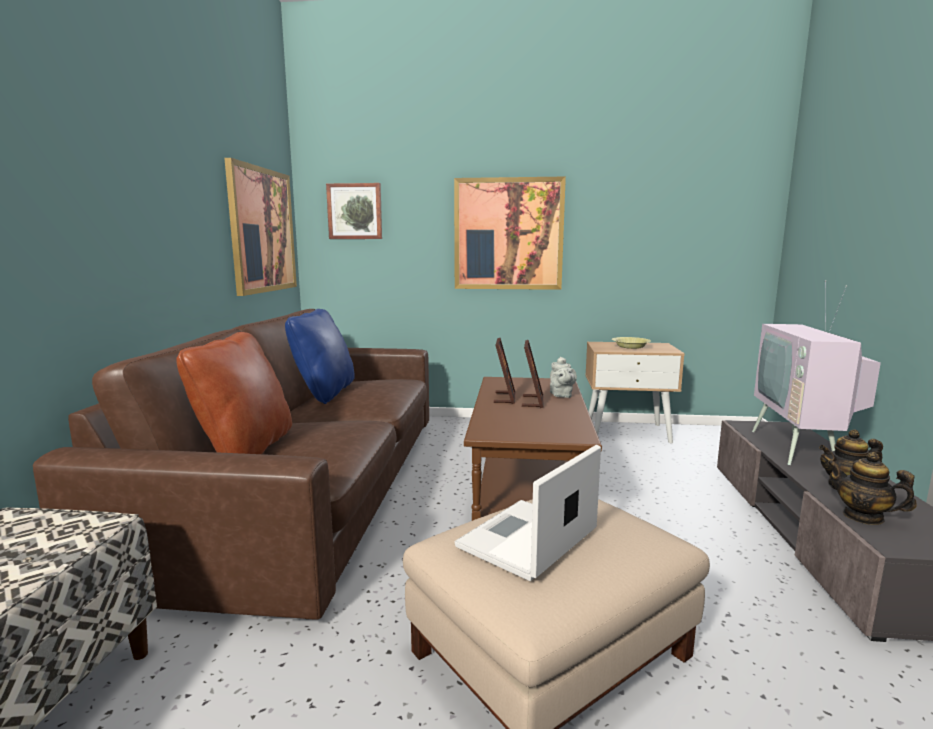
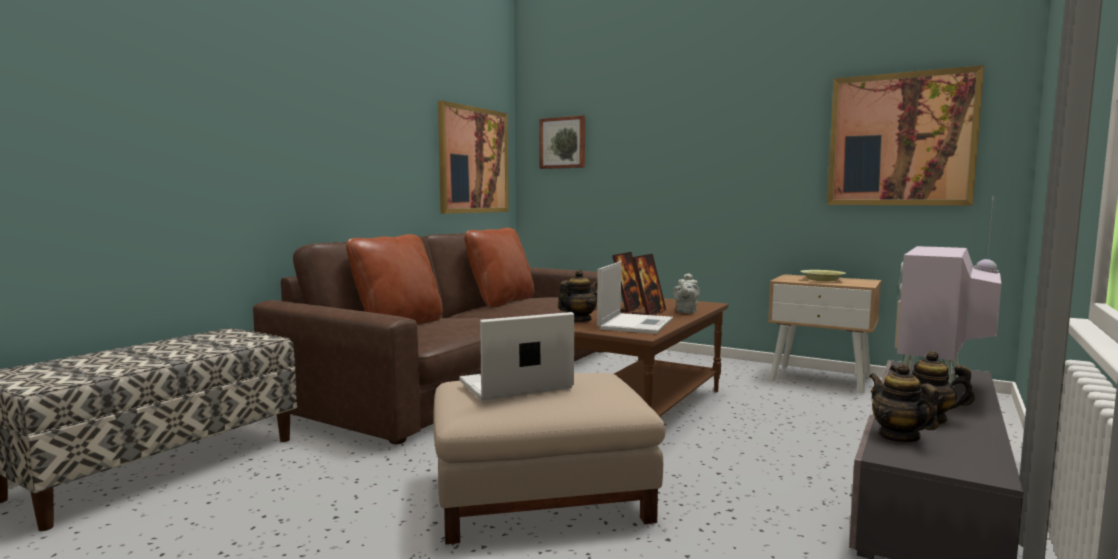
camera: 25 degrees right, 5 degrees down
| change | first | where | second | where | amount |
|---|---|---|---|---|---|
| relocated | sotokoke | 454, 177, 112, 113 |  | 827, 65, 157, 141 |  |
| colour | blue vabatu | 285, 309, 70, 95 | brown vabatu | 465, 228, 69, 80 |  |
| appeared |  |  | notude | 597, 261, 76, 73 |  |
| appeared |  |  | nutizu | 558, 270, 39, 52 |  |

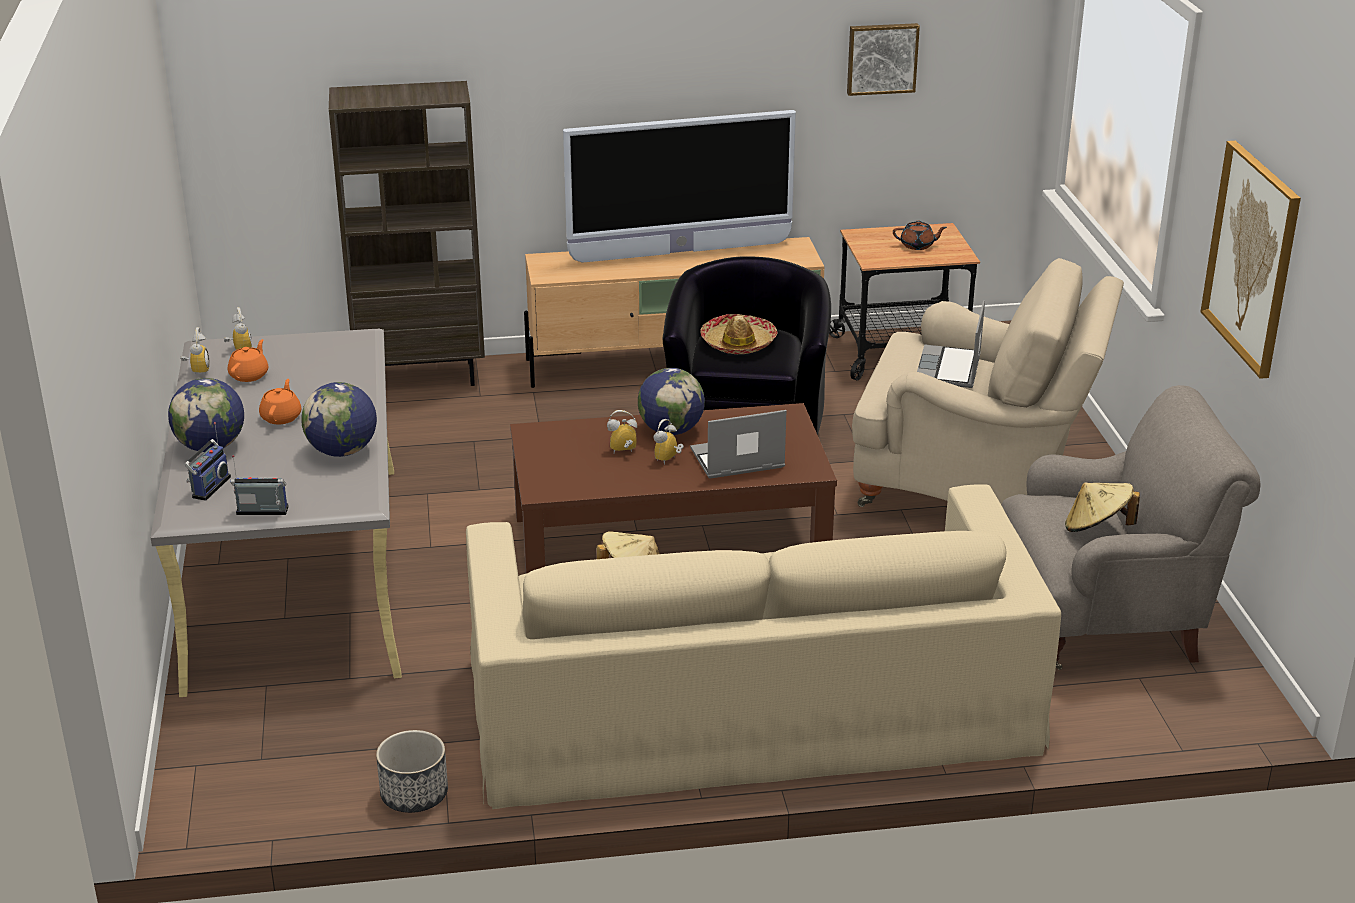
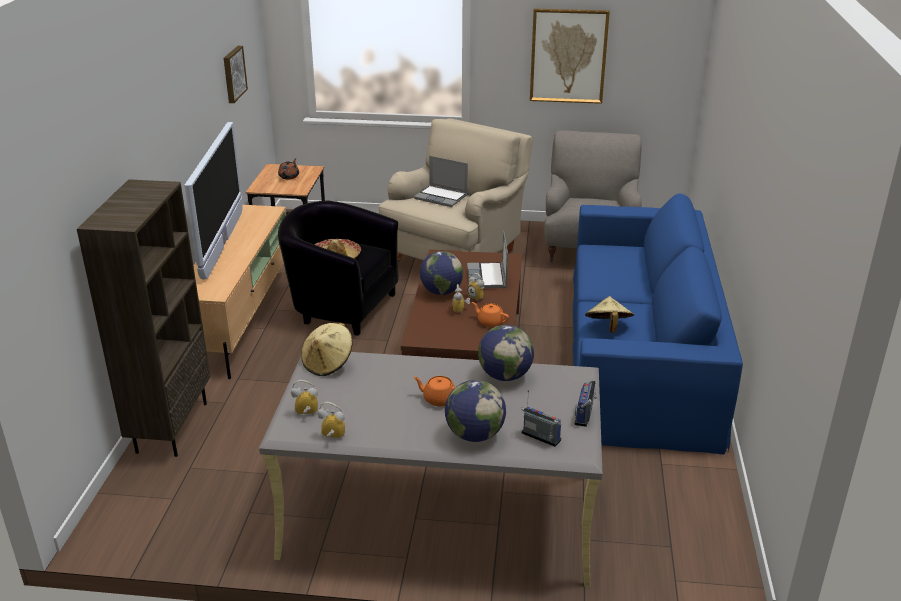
camera: 75 degrees left, 0 degrees up
| change | first | where | second | where | amount |
|---|---|---|---|---|---|
| relocated | orange nutizu | 228, 339, 40, 43 |  | 472, 302, 37, 25 |  |
| relocated | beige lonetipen | 1065, 482, 75, 50 |  | 301, 323, 52, 53 |  |
| colour | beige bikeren | 466, 485, 595, 324 | blue bikeren | 573, 193, 170, 262 |  |
| missing | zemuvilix | 376, 730, 72, 83 |  |  |  |

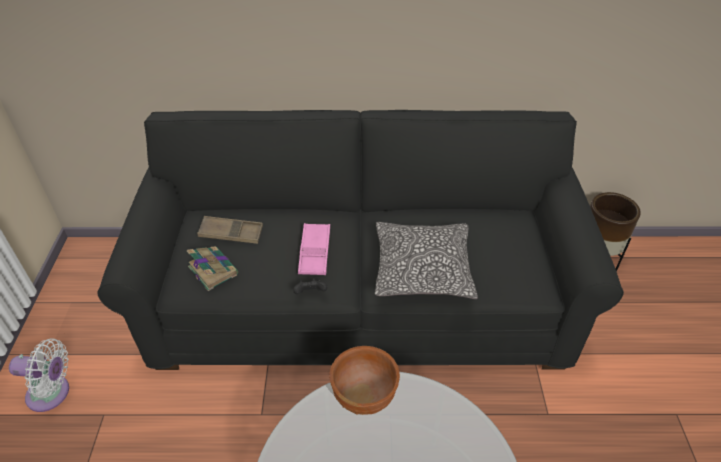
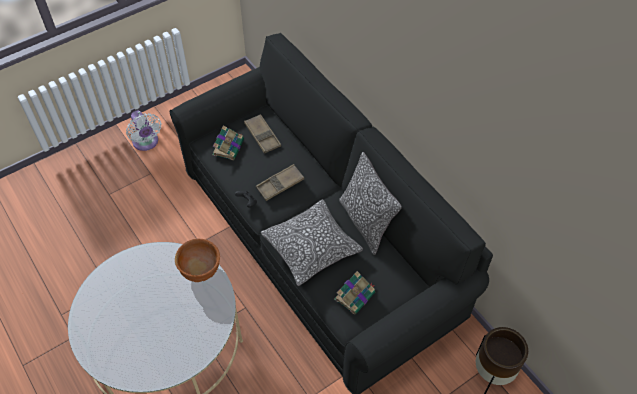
camera: 55 degrees right, 10 degrees up
| change | first | where | second | where | amount |
|---|---|---|---|---|---|
| colour | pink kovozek | 298, 223, 32, 52 | brown kovozek | 256, 164, 48, 37 |  |
| appeared |  |  | vabatu | 339, 152, 63, 103 |  |
| appeared |  |  | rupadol | 334, 271, 41, 43 |  |

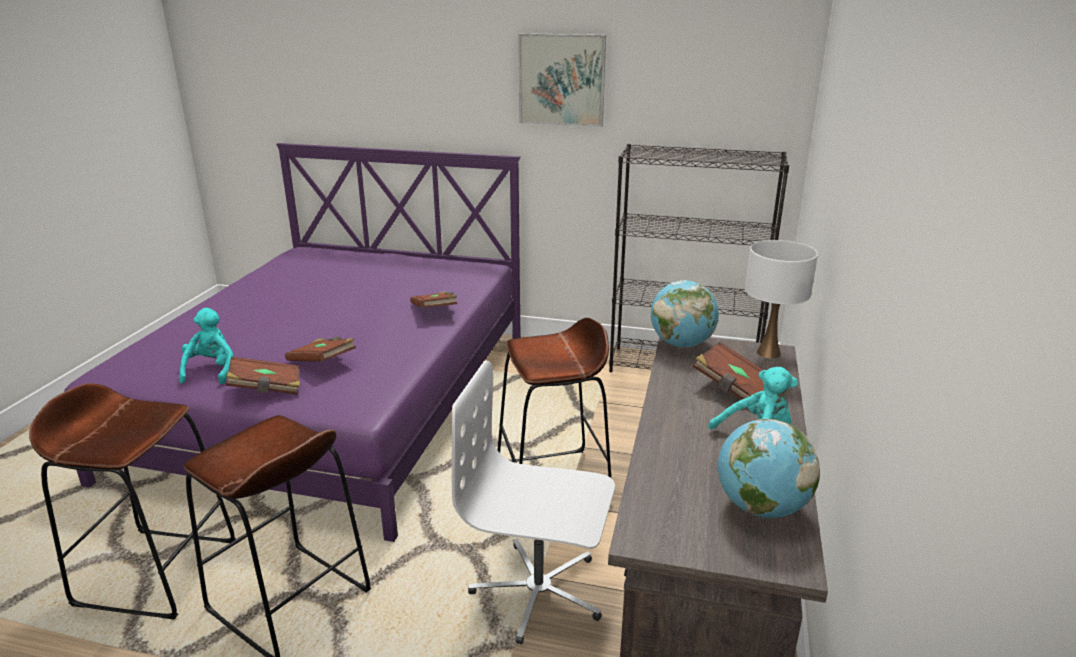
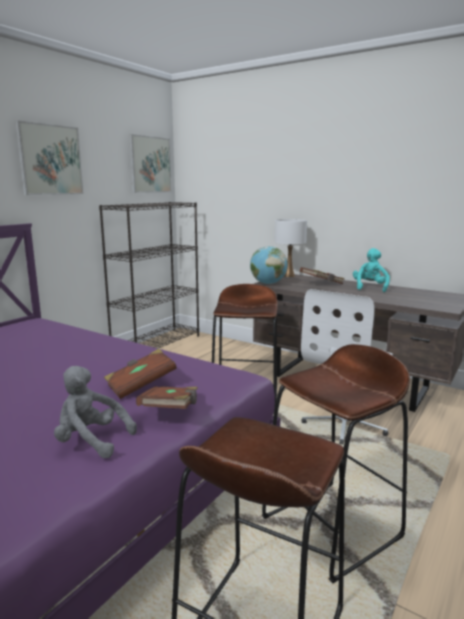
camera: 70 degrees left, 10 degrees down
| change | first | where | second | where | amount |
|---|---|---|---|---|---|
| missing | brown rupadol | 410, 291, 47, 17 |  |  |  |
| colour | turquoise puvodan | 179, 308, 55, 76 | grey puvodan | 54, 366, 83, 92 |  |
| missing | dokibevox | 718, 419, 102, 99 |  |  |  |
| appeared |  |  | sotokoke | 129, 134, 42, 59 |  |

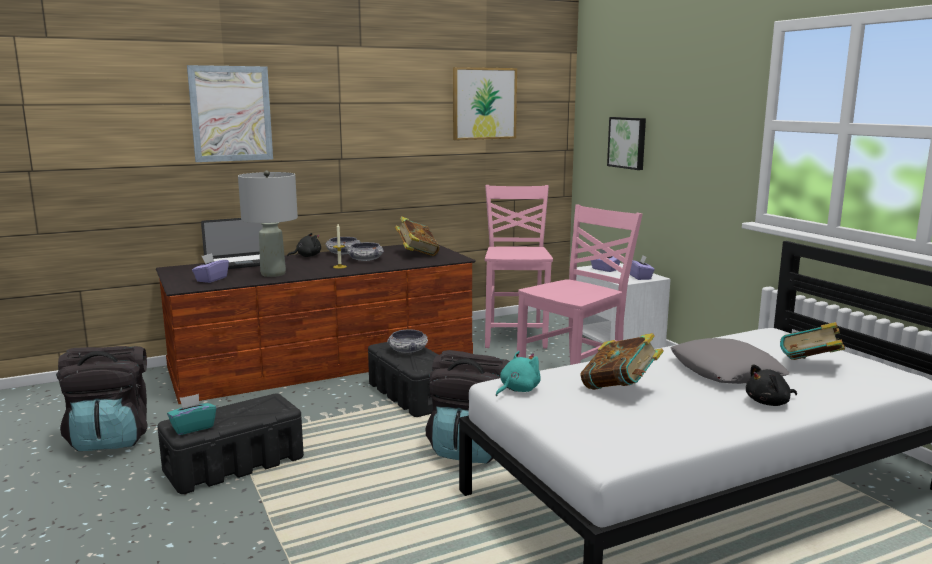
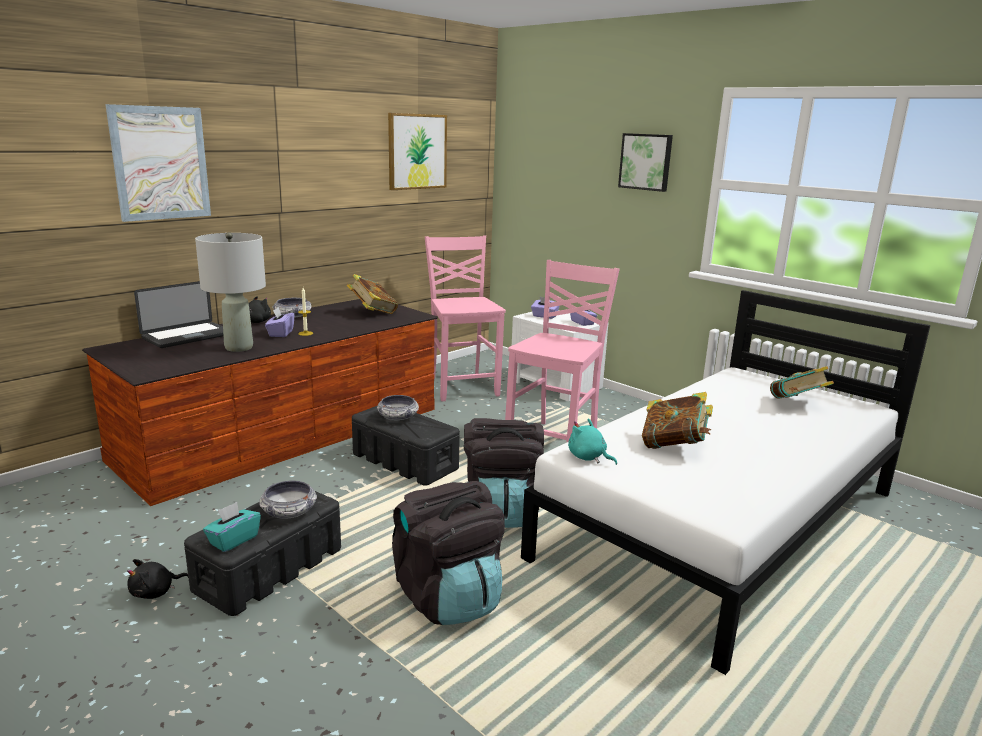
camera: 20 degrees left, 5 degrees up
| change | first | where | second | where | amount |
|---|---|---|---|---|---|
| relocated | sotokoke | 607, 117, 39, 53 |  | 618, 133, 55, 59 |  |
| relocated | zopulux | 347, 242, 37, 19 |  | 259, 480, 58, 39 |  |
| relocated | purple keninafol | 192, 253, 37, 30 |  | 265, 307, 29, 30 |  |
| missing | grey vabatu | 670, 338, 120, 46 |  |  |  |
| relocated | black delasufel | 56, 346, 91, 105 |  | 392, 481, 113, 144 |  |
| spun | turquoise puvodan | 496, 351, 45, 45 |  | 568, 418, 49, 47 | 75 degrees counterclockwise |
| relocated | black puvodan | 746, 365, 51, 41 |  | 127, 559, 61, 40 |  |

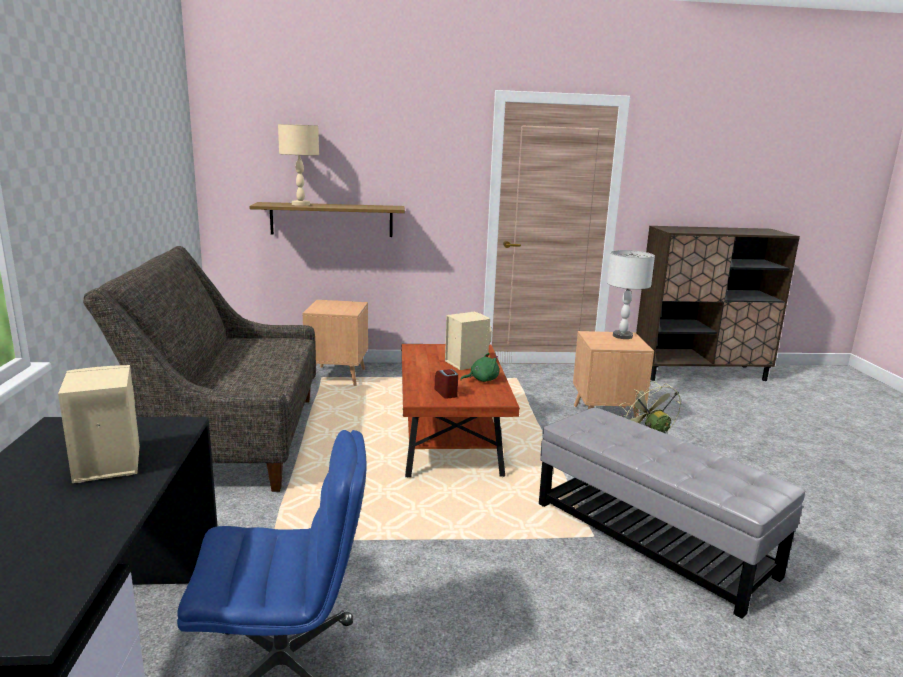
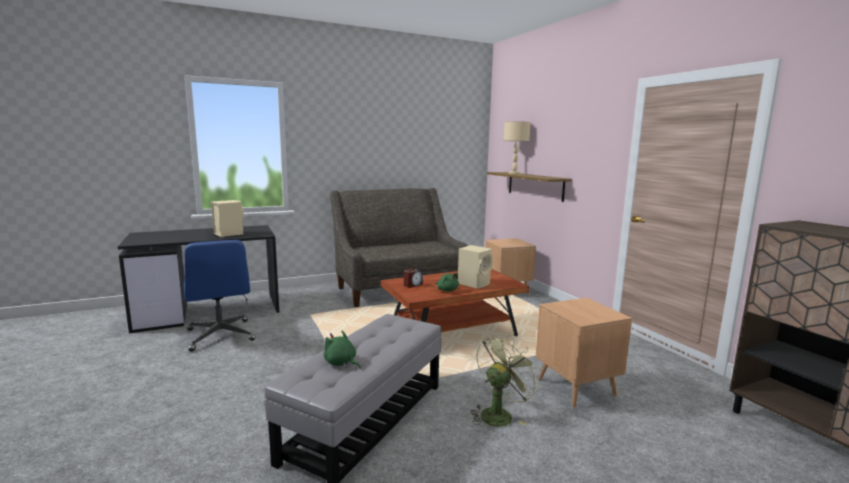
camera: 70 degrees right, 5 degrees down
| change | first | where | second | where | amount |
|---|---|---|---|---|---|
| missing | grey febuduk | 607, 250, 48, 89 |  |  |  |
| appeared |  |  | green puvodan | 324, 331, 36, 38 |  |

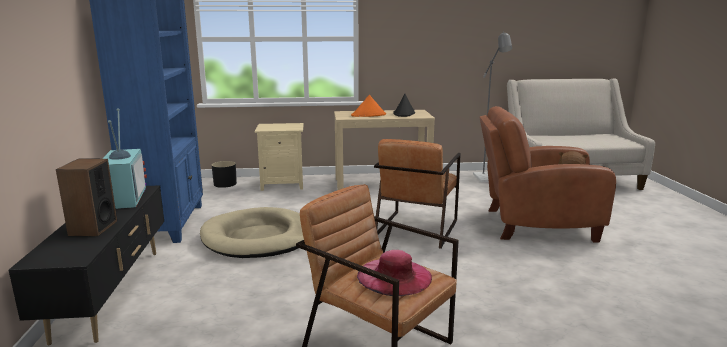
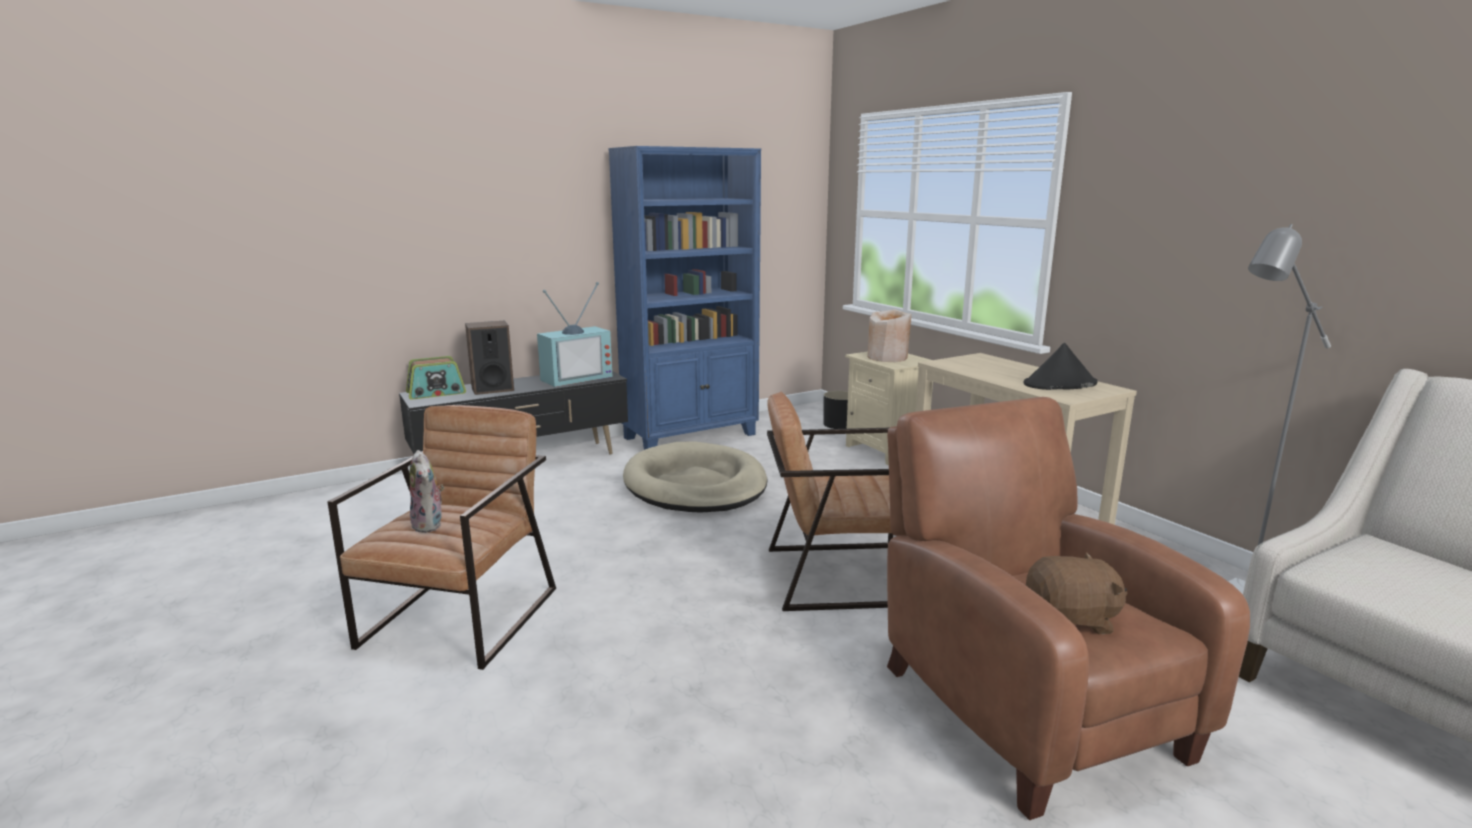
camera: 65 degrees right, 0 degrees up
| change | first | where | second | where | amount |
|---|---|---|---|---|---|
| missing | orange lonetipen | 351, 95, 35, 22 |  |  |  |
| exchanged | pink lonetipen | 357, 250, 75, 46 | puvodan | 410, 450, 34, 83 |  |
| appeared |  |  | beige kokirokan | 867, 309, 45, 53 |  |
| appeared |  |  | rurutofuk | 406, 356, 60, 44 |  |

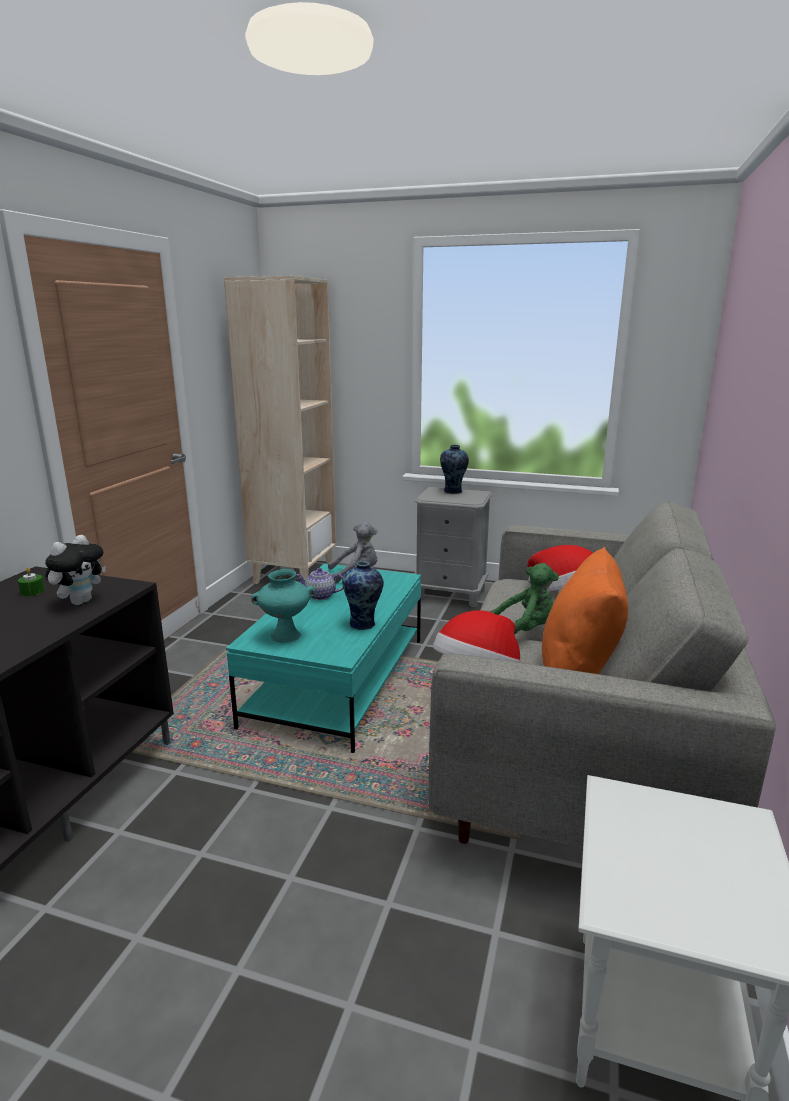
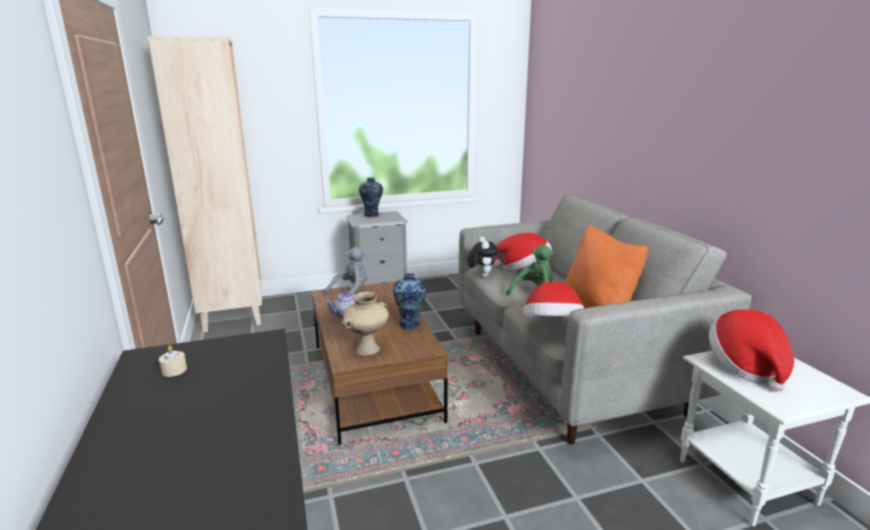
camera: 35 degrees left, 0 degrees up
| change | first | where | second | where | amount |
|---|---|---|---|---|---|
| relocated | puvodan | 45, 535, 61, 70 |  | 467, 237, 31, 40 |  |
| colour | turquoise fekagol | 226, 563, 195, 190 | brown fekagol | 312, 281, 136, 163 |  |
| colour | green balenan | 18, 568, 27, 28 | beige balenan | 159, 345, 28, 32 |  |
| colour | turquoise kokirokan | 251, 569, 64, 74 | beige kokirokan | 342, 292, 47, 64 |  |
| appeared |  |  | lonetipen | 709, 309, 85, 82 |  |

